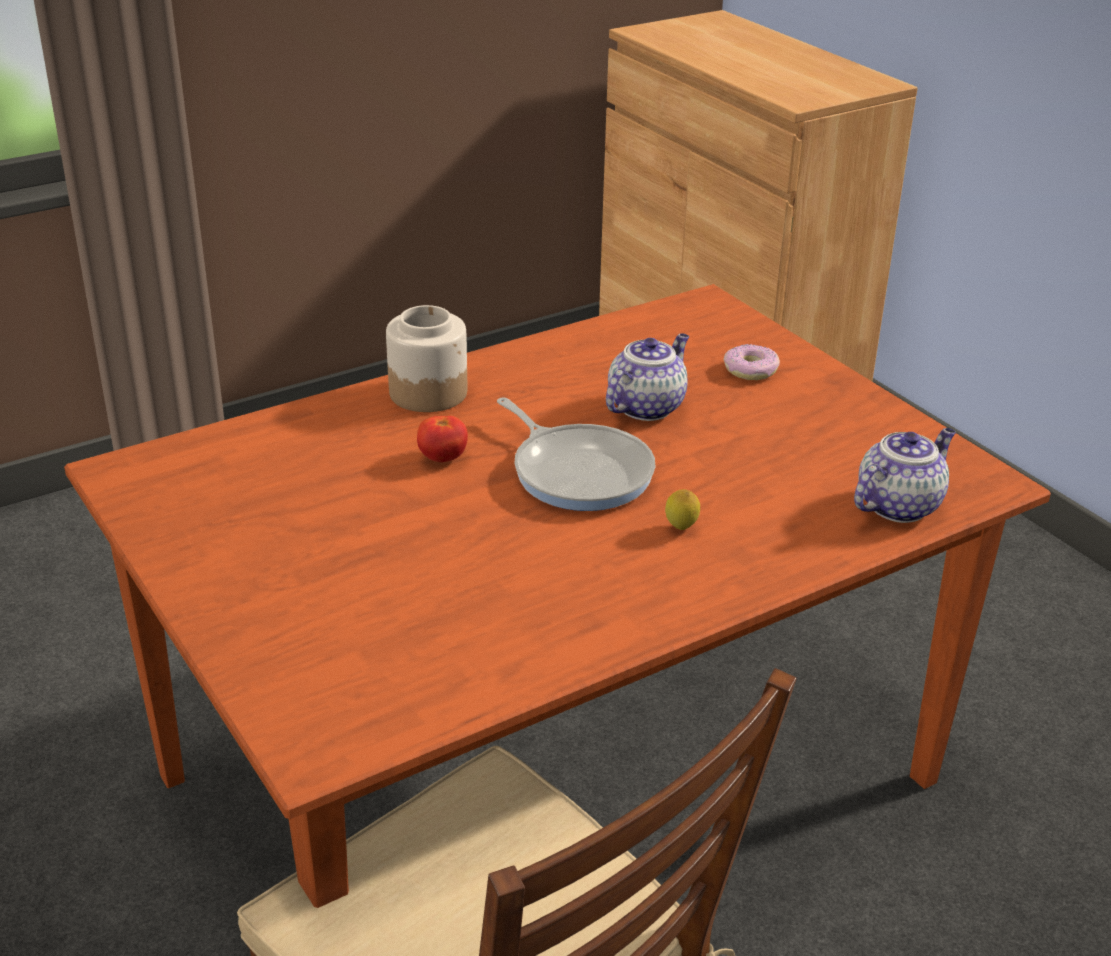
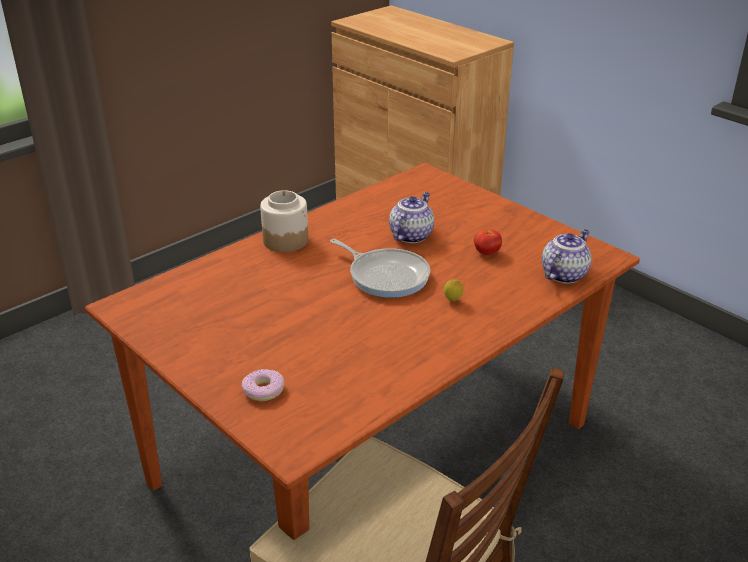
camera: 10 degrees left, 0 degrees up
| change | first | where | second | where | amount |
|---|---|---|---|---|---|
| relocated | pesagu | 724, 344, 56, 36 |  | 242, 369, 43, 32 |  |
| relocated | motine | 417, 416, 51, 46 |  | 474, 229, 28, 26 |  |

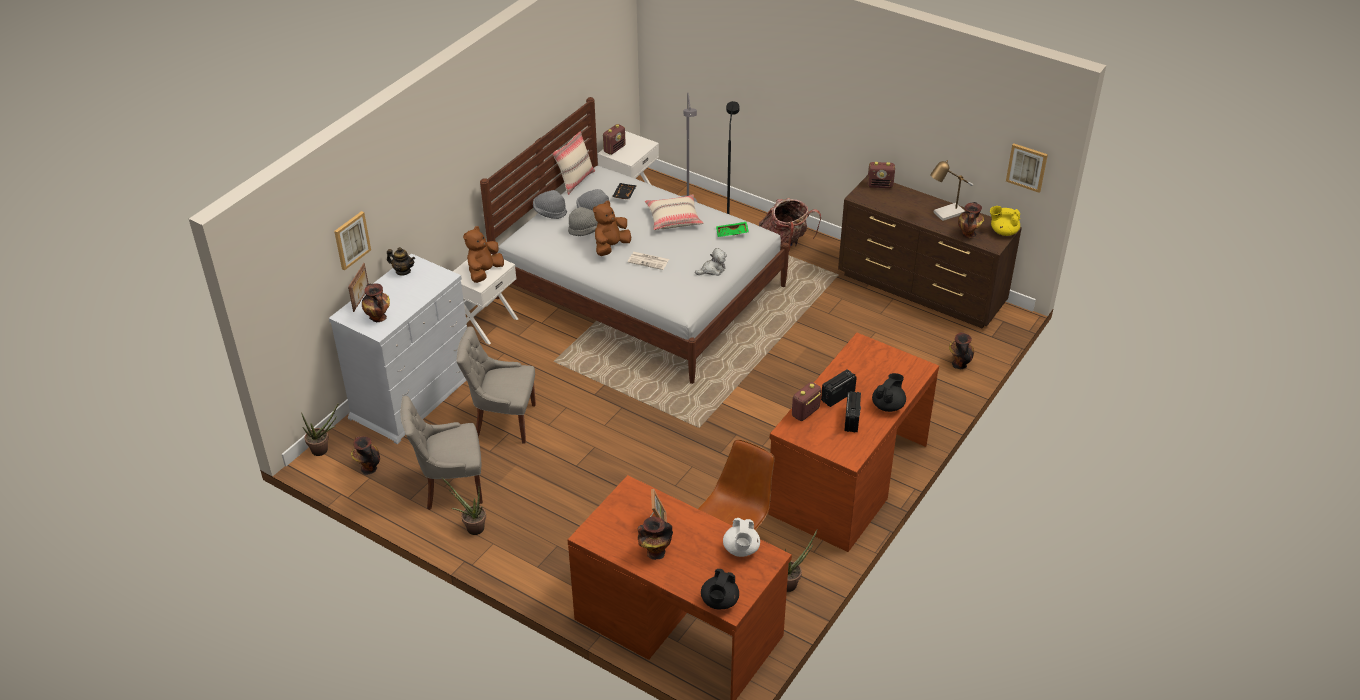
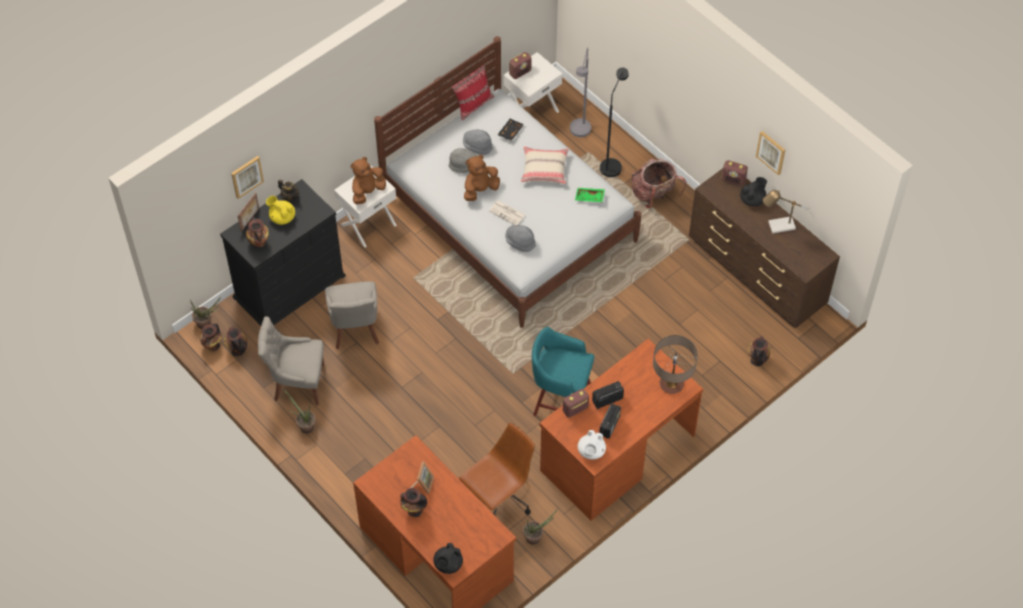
camera: 15 degrees right, 15 degrees up
| change | first | where | second | where | amount |
|---|---|---|---|---|---|
| colour | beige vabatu | 552, 131, 43, 64 | red vabatu | 452, 64, 42, 57 |  |
| relocated | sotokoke | 1006, 143, 42, 50 |  | 756, 131, 29, 44 |  |
| relocated | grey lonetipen | 533, 190, 34, 29 |  | 505, 225, 31, 27 |  |
| relocated | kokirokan | 958, 202, 26, 37 |  | 200, 323, 22, 28 |  |
| relocated | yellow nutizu | 990, 206, 30, 30 |  | 266, 196, 29, 29 |  |
| missing | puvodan | 695, 248, 32, 28 |  |  |  |
| colour | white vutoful | 329, 253, 138, 191 | black vutoful | 220, 179, 126, 147 |  |
| spun | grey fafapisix | 456, 326, 80, 118 |  | 325, 281, 54, 68 | 120 degrees counterclockwise |
| relocated | black nutizu | 872, 373, 34, 39 |  | 740, 177, 27, 29 |  |
| relocated | white nutizu | 723, 518, 37, 39 |  | 578, 430, 28, 30 |  |
| appeared |  |  | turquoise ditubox | 532, 327, 62, 89 |  |
| appeared |  |  | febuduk | 653, 335, 45, 59 |  |

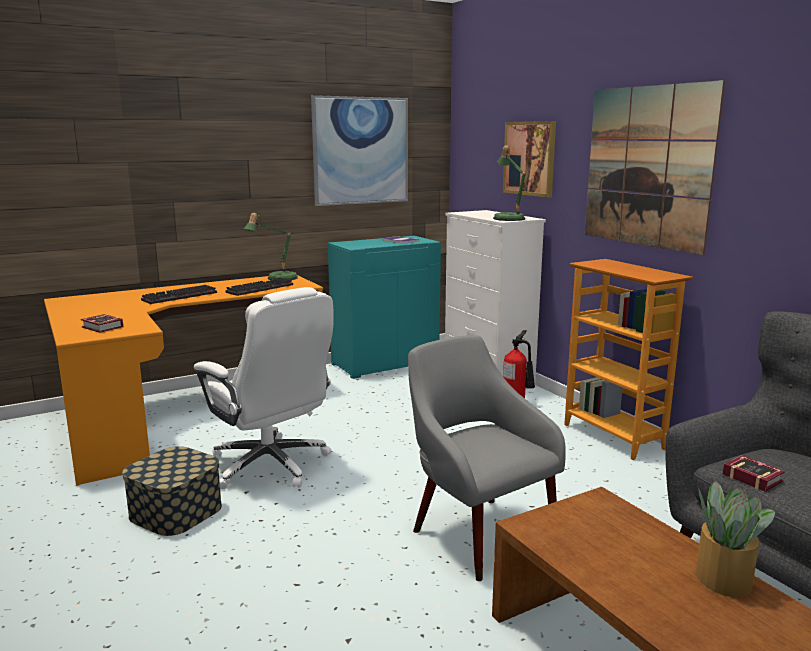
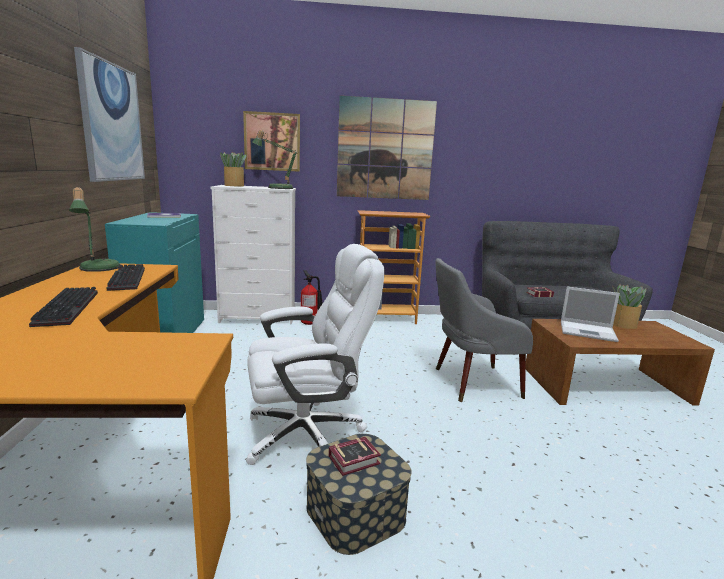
camera: 65 degrees left, 0 degrees up
| change | first | where | second | where | amount |
|---|---|---|---|---|---|
| relocated | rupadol | 81, 314, 42, 19 |  | 329, 437, 52, 39 |  |
| appeared |  |  | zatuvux | 220, 152, 26, 34 |  |
| appeared |  |  | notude | 561, 287, 59, 55 |  |

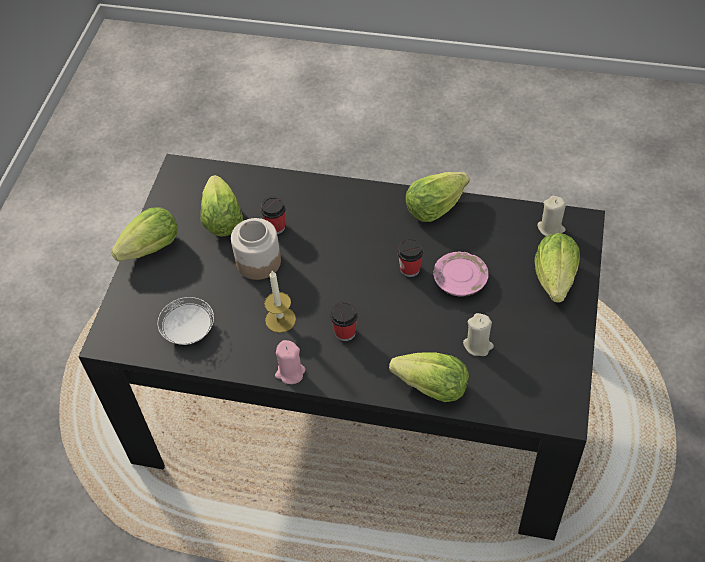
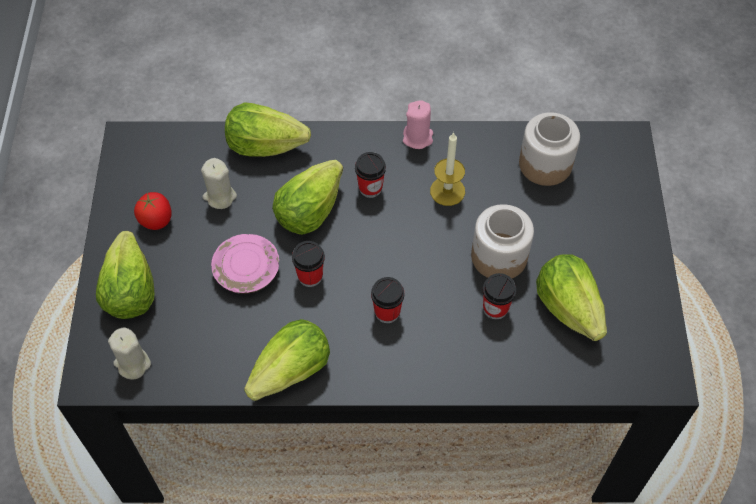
camera: 165 degrees right, 5 degrees up
| change | first | where | second | where | amount |
|---|---|---|---|---|---|
| relocated | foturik | 111, 207, 67, 54 |  | 272, 160, 71, 75 |  |
| exchanged | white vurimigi | 158, 297, 56, 48 | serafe | 519, 112, 61, 74 |  |
| appeared |  |  | motine | 134, 192, 38, 38 |  |
| appeared |  |  | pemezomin | 371, 277, 33, 46 |  |

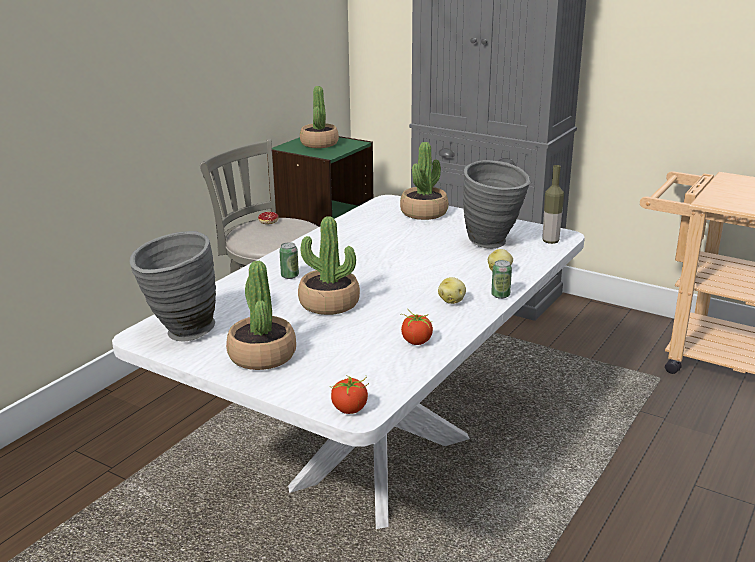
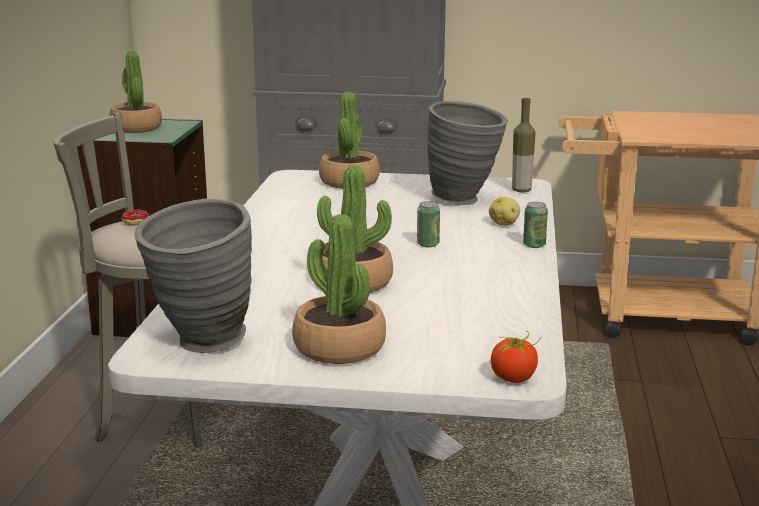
camera: 25 degrees left, 5 degrees down
| change | first | where | second | where | amount |
|---|---|---|---|---|---|
| relocated | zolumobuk | 279, 242, 20, 37 |  | 417, 201, 23, 46 |  |
| missing | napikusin | 438, 277, 28, 27 |  |  |  |
| missing | motine | 400, 312, 33, 33 |  |  |  |

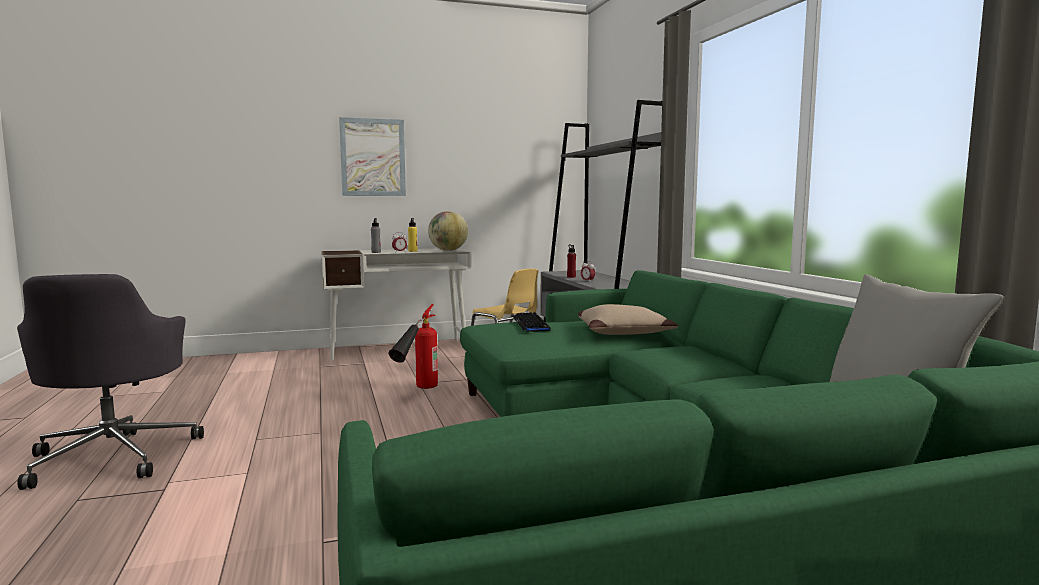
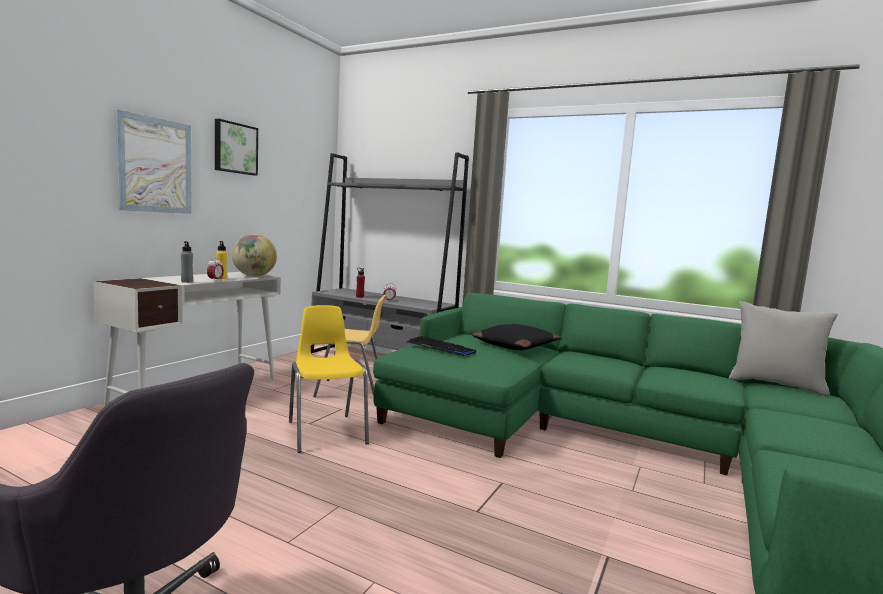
camera: 45 degrees left, 0 degrees up
| change | first | where | second | where | amount |
|---|---|---|---|---|---|
| exchanged | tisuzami | 389, 304, 49, 85 | yellow fafapisix | 289, 305, 80, 148 |  |
| colour | beige vabatu | 578, 304, 100, 31 | black vabatu | 472, 324, 89, 26 |  |
| appeared |  |  | sotokoke | 215, 119, 43, 57 |  |

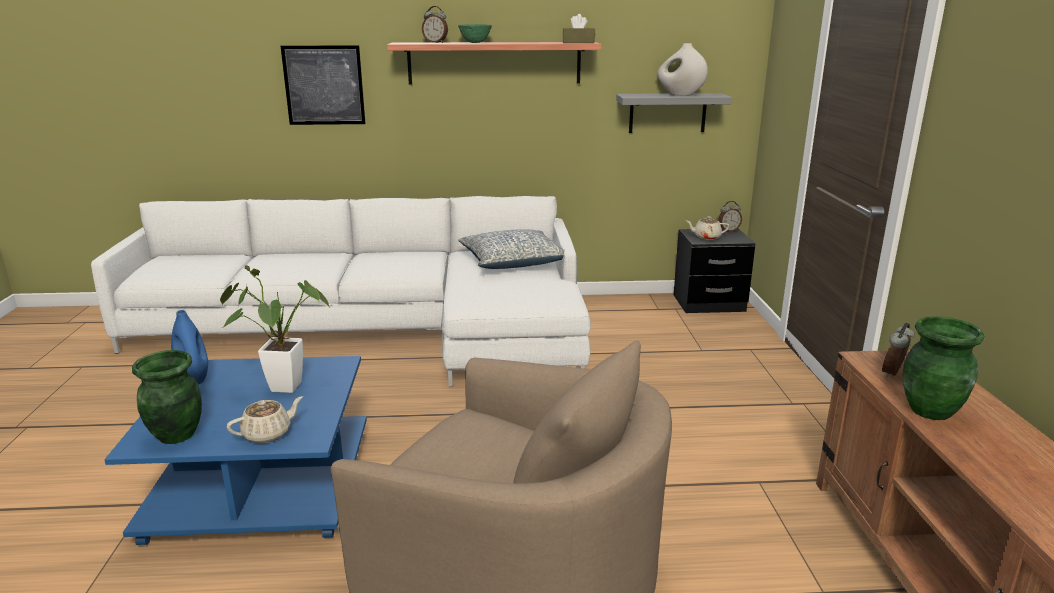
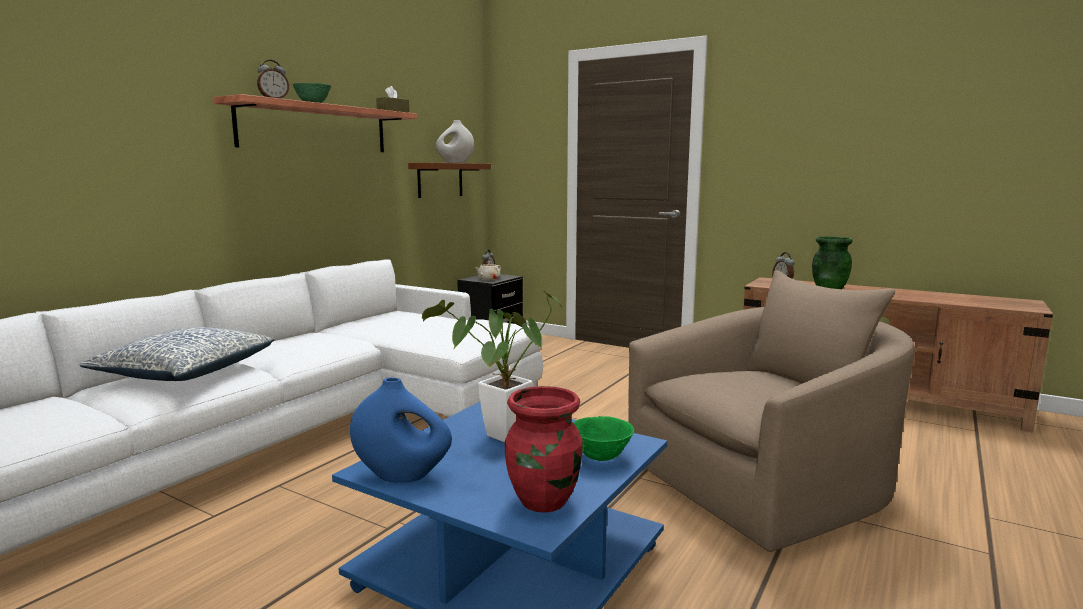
camera: 55 degrees left, 10 degrees down
| change | first | where | second | where | amount |
|---|---|---|---|---|---|
| missing | sotokoke | 281, 45, 85, 80 |  |  |  |
| colour | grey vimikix | 616, 93, 116, 40 | brown vimikix | 408, 163, 83, 35 |  |
| relocated | vabatu | 458, 229, 107, 40 |  | 79, 327, 196, 54 |  |
| colour | green kokirokan | 132, 350, 70, 94 | red kokirokan | 505, 386, 78, 127 |  |
| exchanged | beige nutizu | 227, 396, 76, 47 | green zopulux | 573, 416, 61, 45 |  |

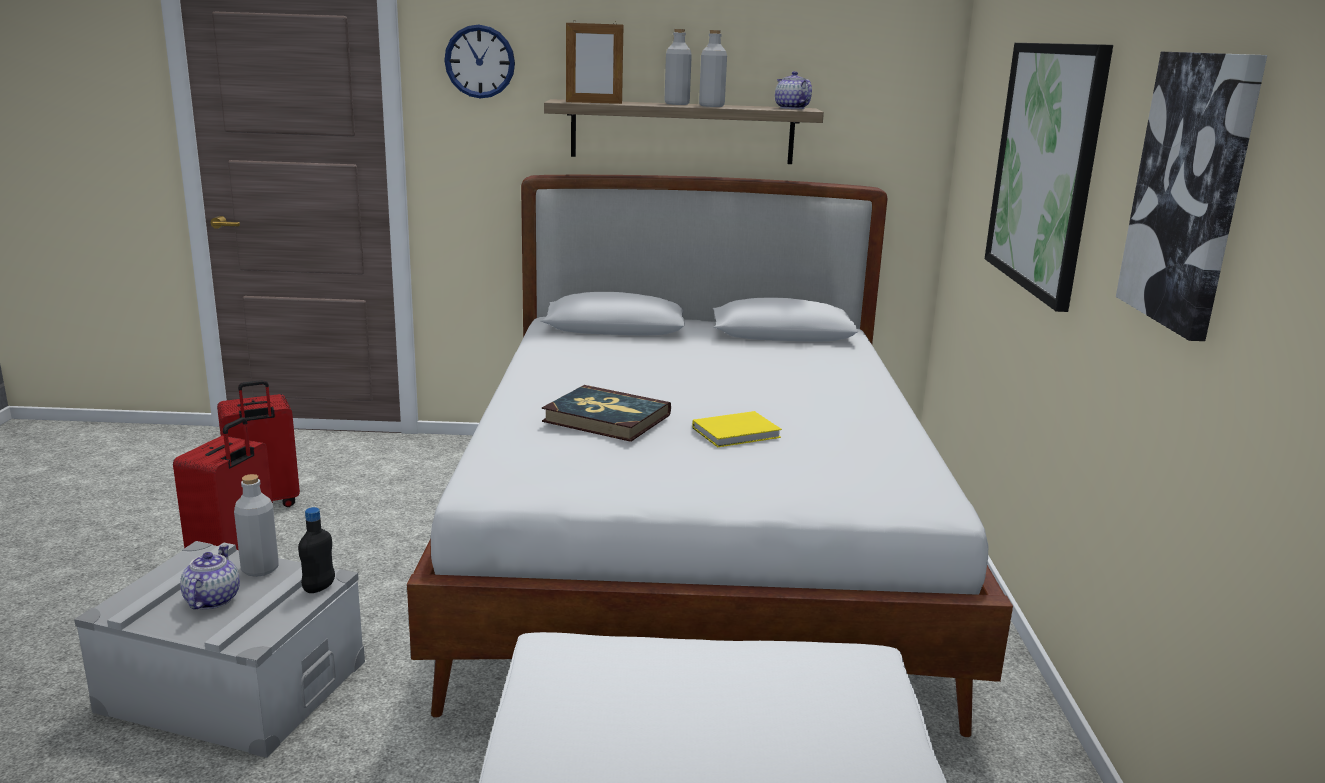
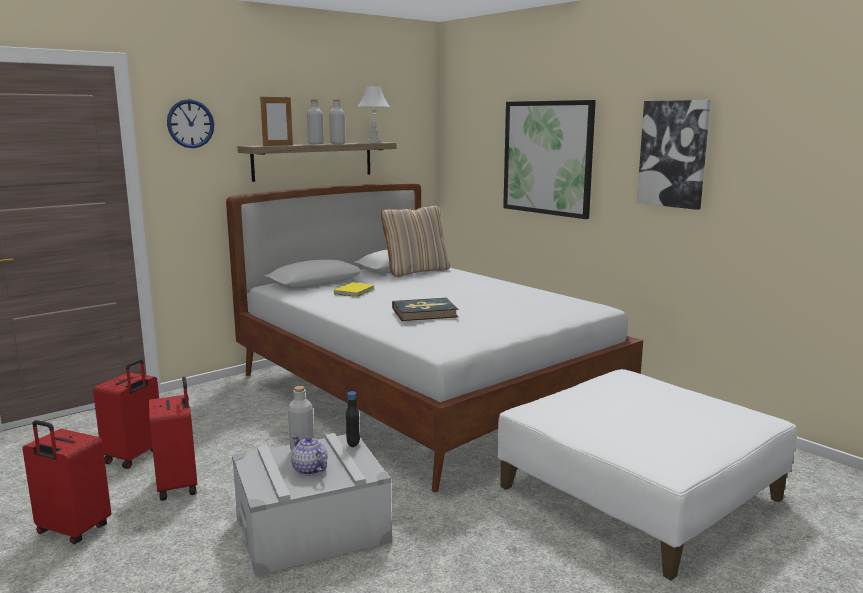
camera: 40 degrees left, 5 degrees down
| change | first | where | second | where | amount |
|---|---|---|---|---|---|
| exchanged | nutizu | 775, 71, 37, 38 | white febuduk | 357, 86, 33, 57 |  |
| relocated | yellow rupadol | 692, 411, 90, 36 |  | 334, 282, 41, 15 |  |
| appeared |  |  | beige vabatu | 381, 205, 69, 72 |  |
| appeared |  |  | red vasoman | 22, 420, 89, 124 |  |

